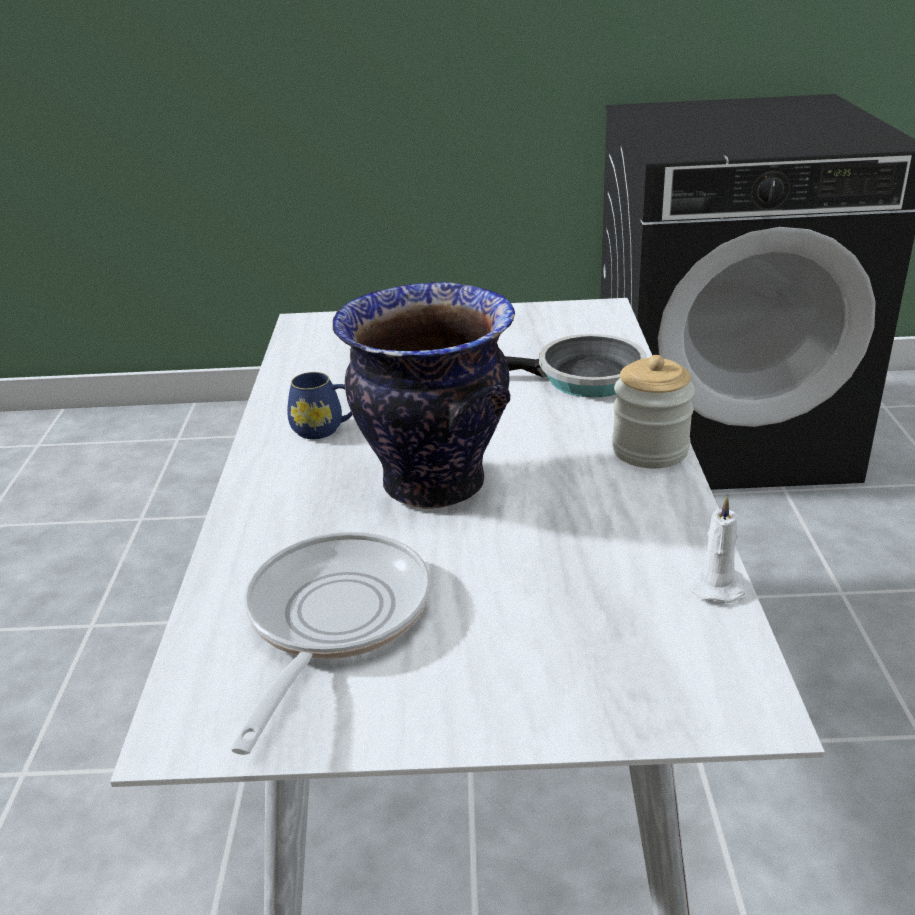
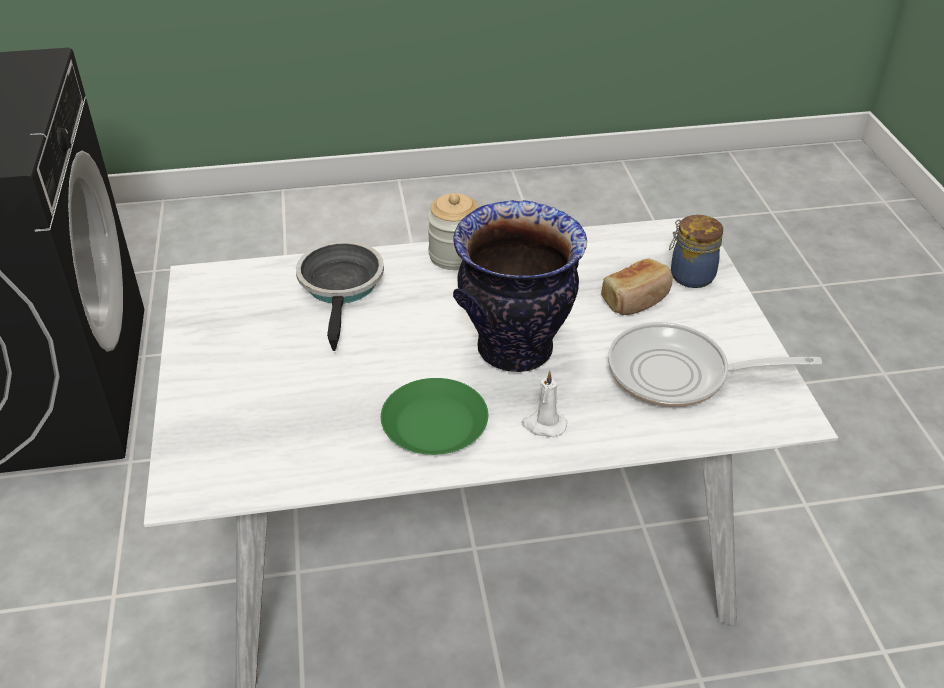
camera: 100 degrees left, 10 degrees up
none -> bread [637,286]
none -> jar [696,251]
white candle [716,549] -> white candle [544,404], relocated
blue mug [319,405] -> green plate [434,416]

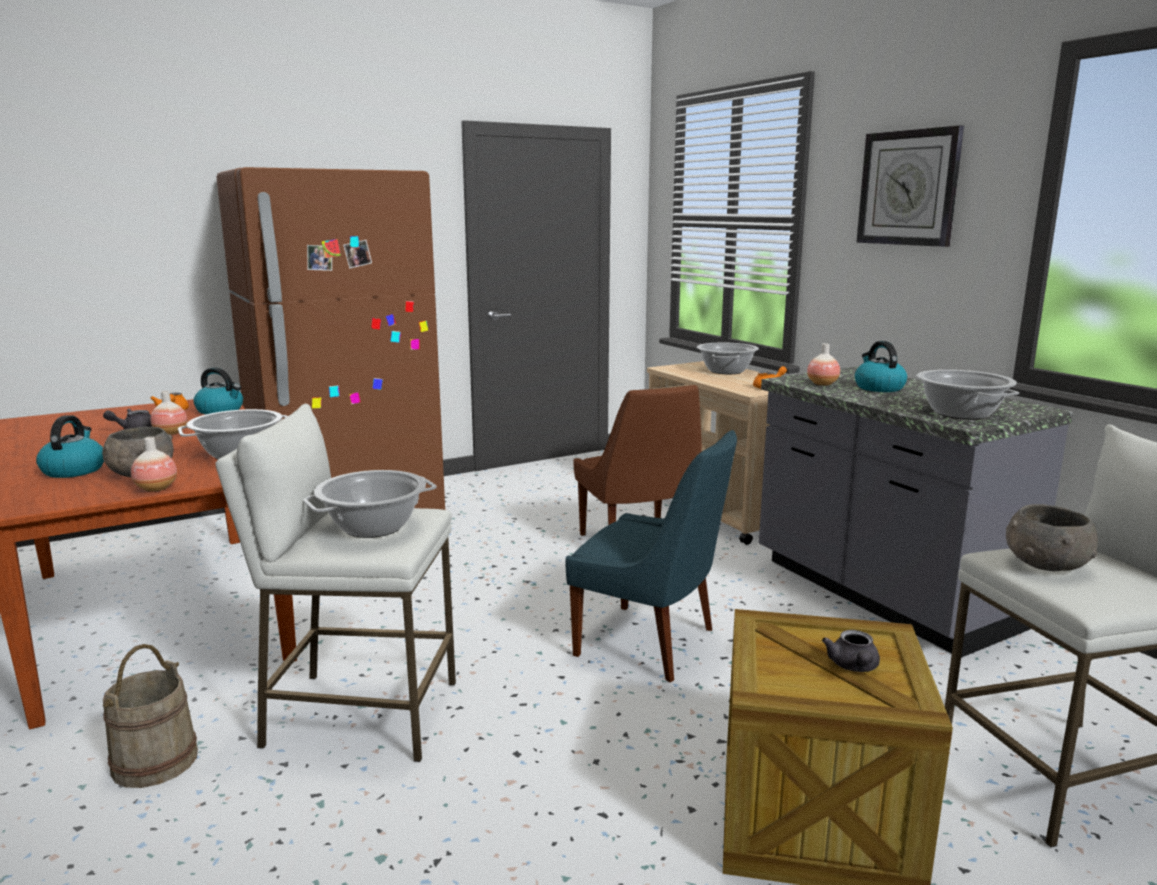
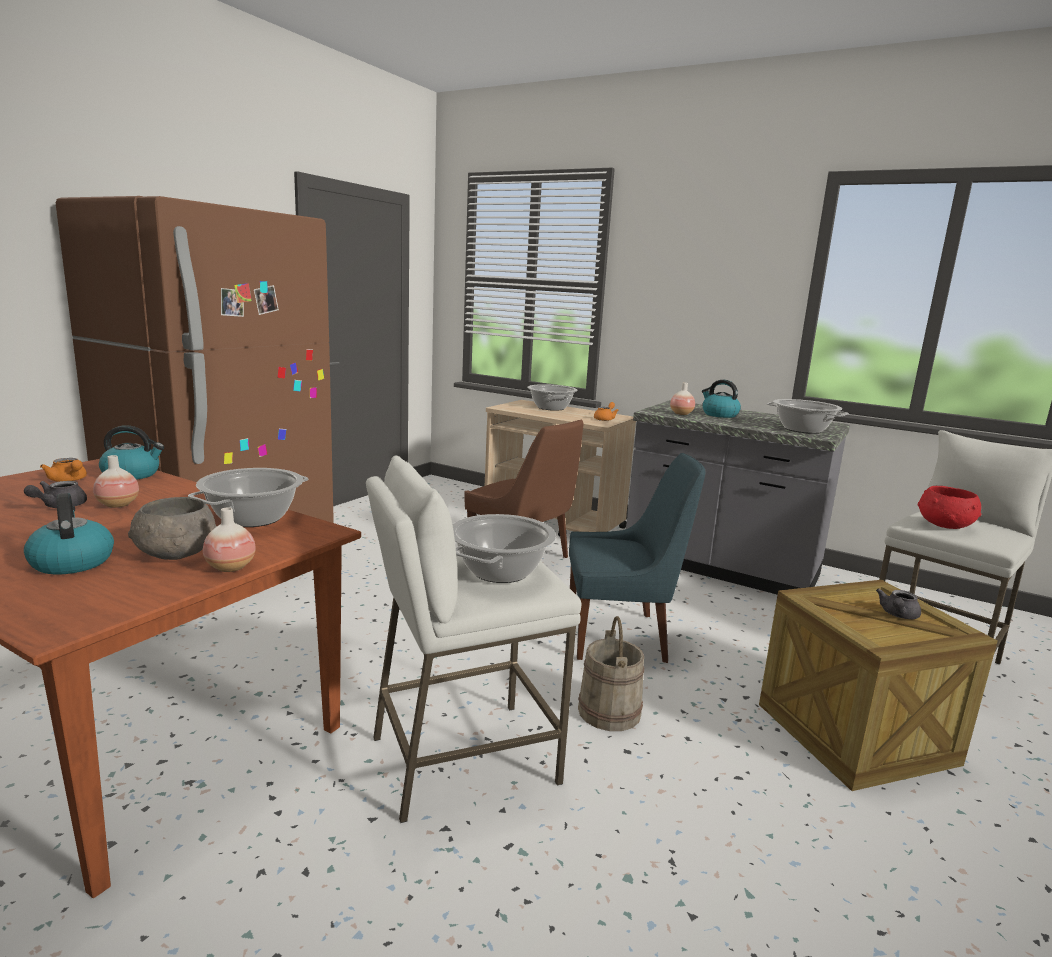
camera: 30 degrees left, 0 degrees up
wall clock [910,186] -> none
beige bucket [150,716] -> beige bucket [611,673], relocated
grey bowl [1052,537] -> red bowl [949,507]
grey teapot [851,651] -> grey teapot [898,603], 60 degrees clockwise

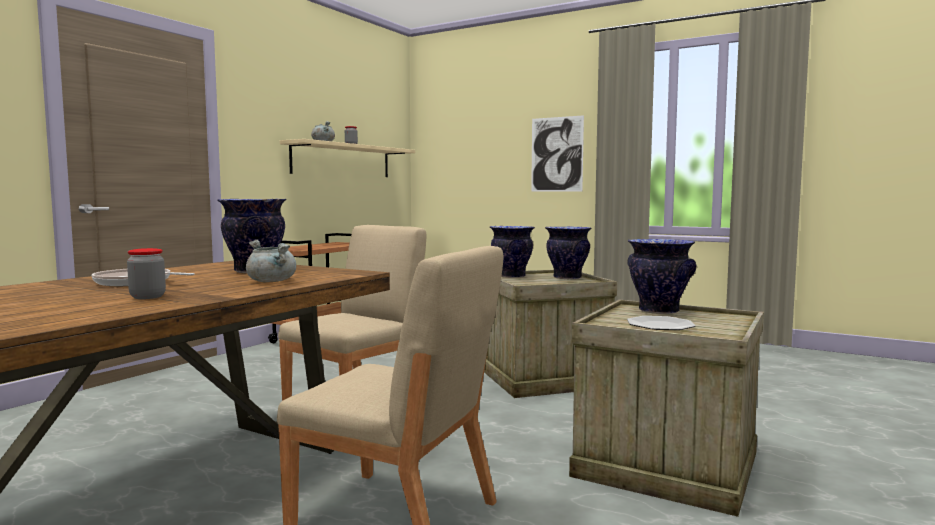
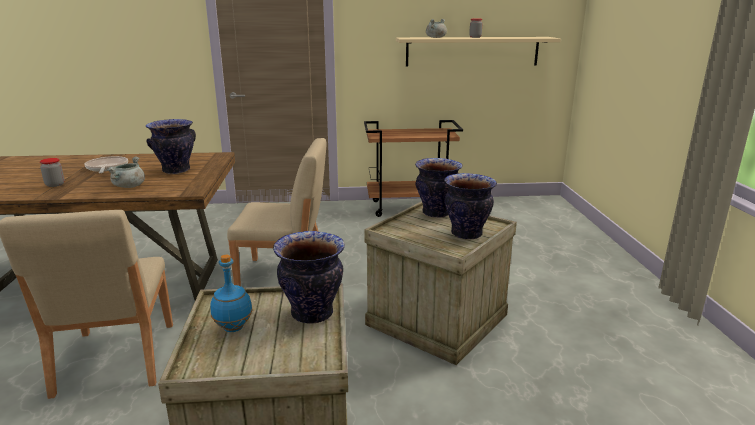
camera: 55 degrees right, 15 degrees up
picture [557,153] -> none
plate [661,323] -> blue bottle [231,293]

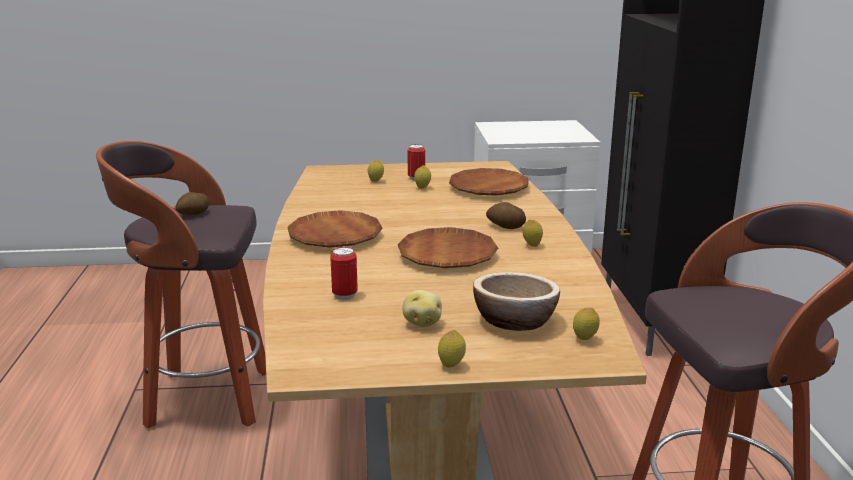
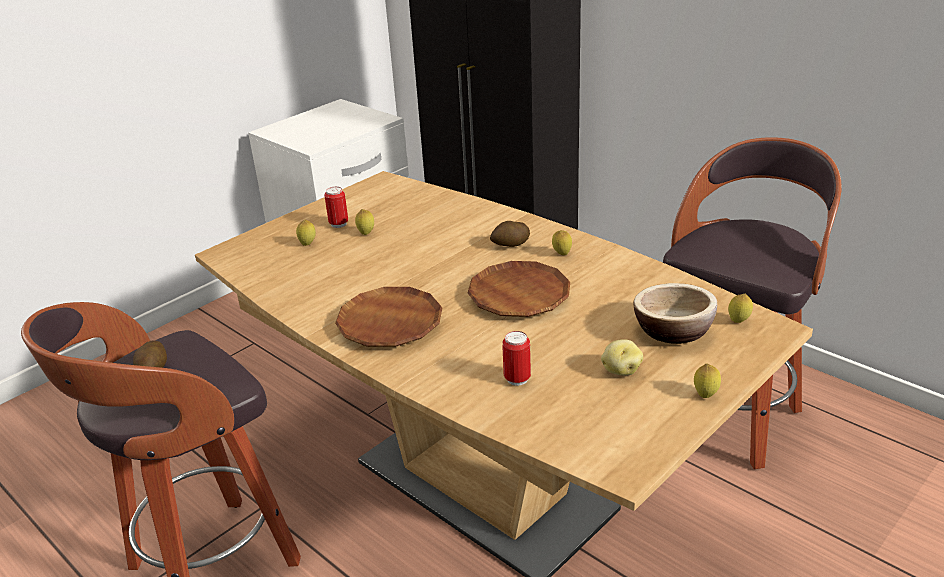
camera: 40 degrees left, 10 degrees up
brown plate [488,182] -> none

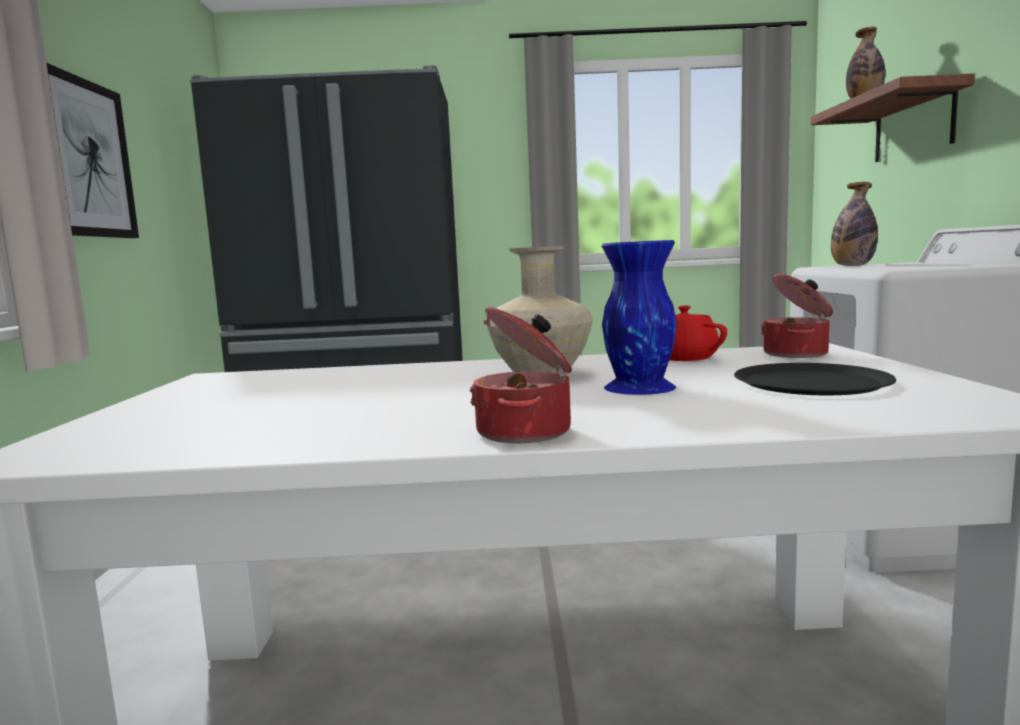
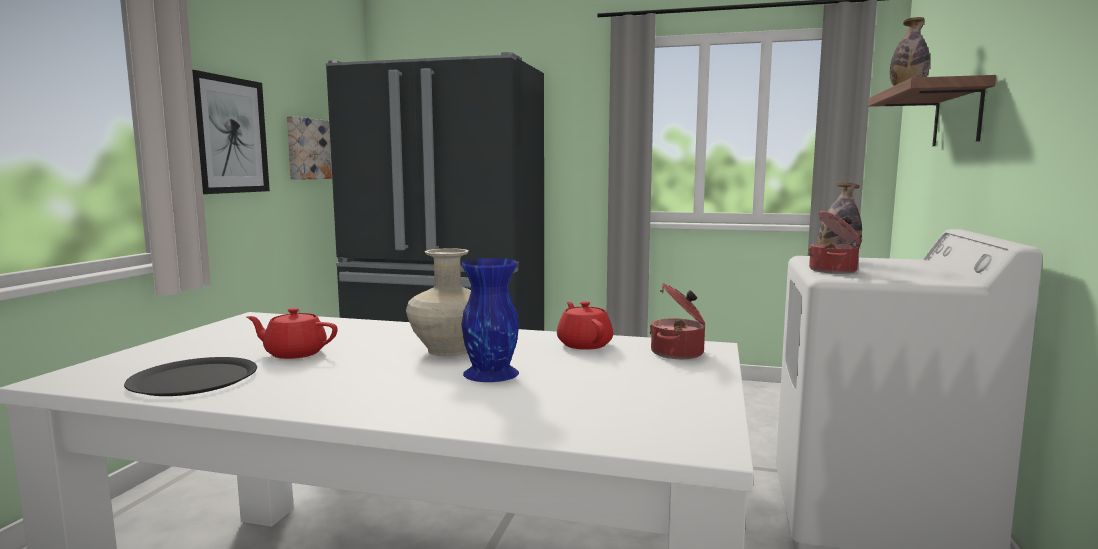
camera: 15 degrees right, 0 degrees up
none -> red teapot [292,333]
none -> picture [309,148]
cooking pot [521,374] -> cooking pot [835,242], relocated
black plate [815,379] -> black plate [190,376], relocated

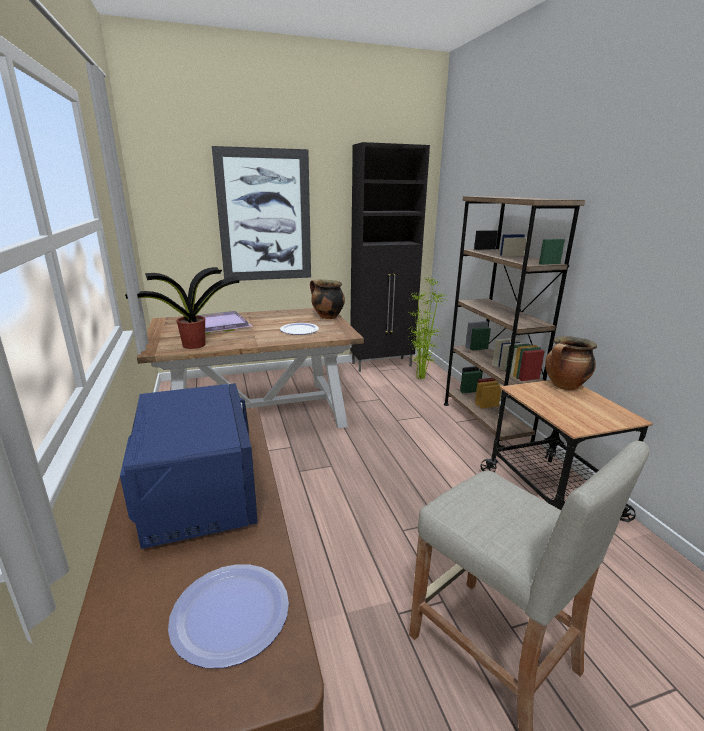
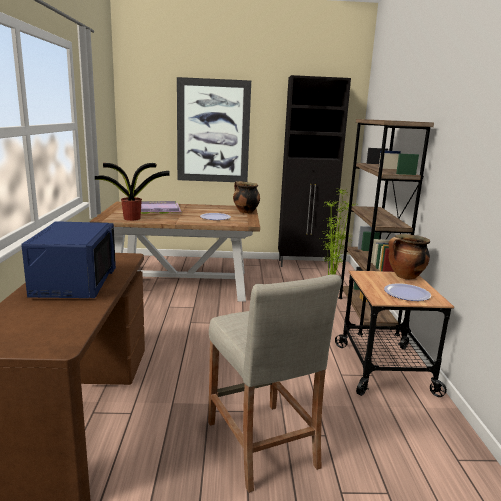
camera: 15 degrees right, 5 degrees down
plate [228,616] -> plate [407,292], relocated

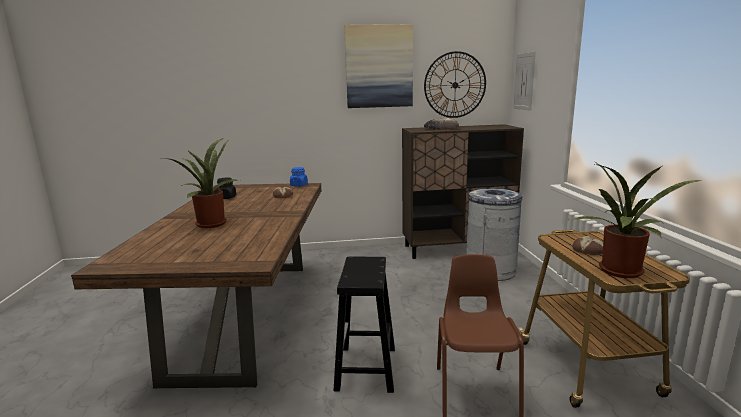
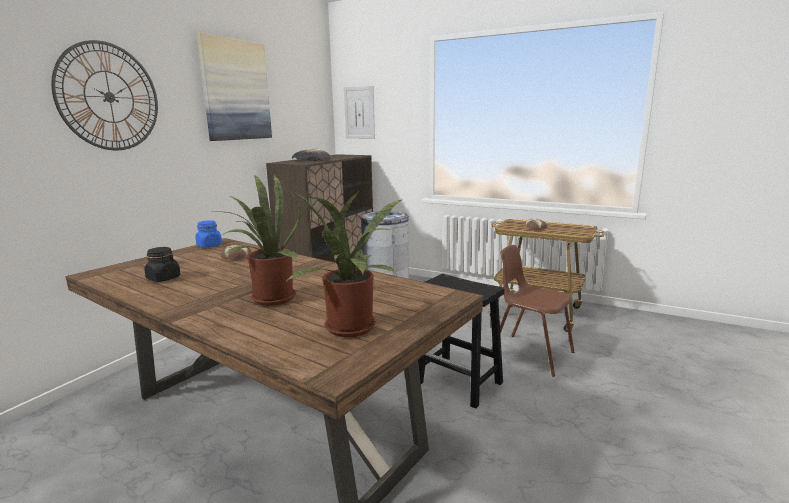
camera: 55 degrees left, 0 degrees up
wall clock [455,84] -> wall clock [104,95], relocated
potted plant [637,219] -> potted plant [345,263], relocated

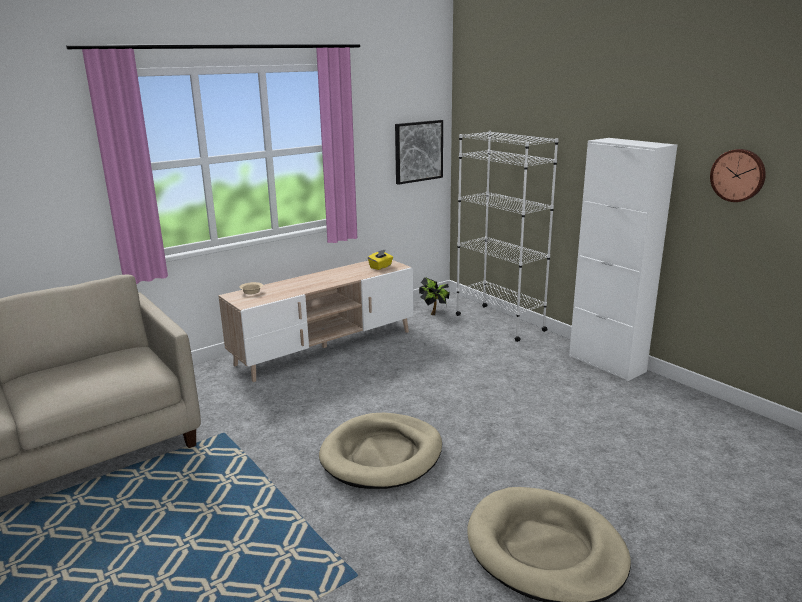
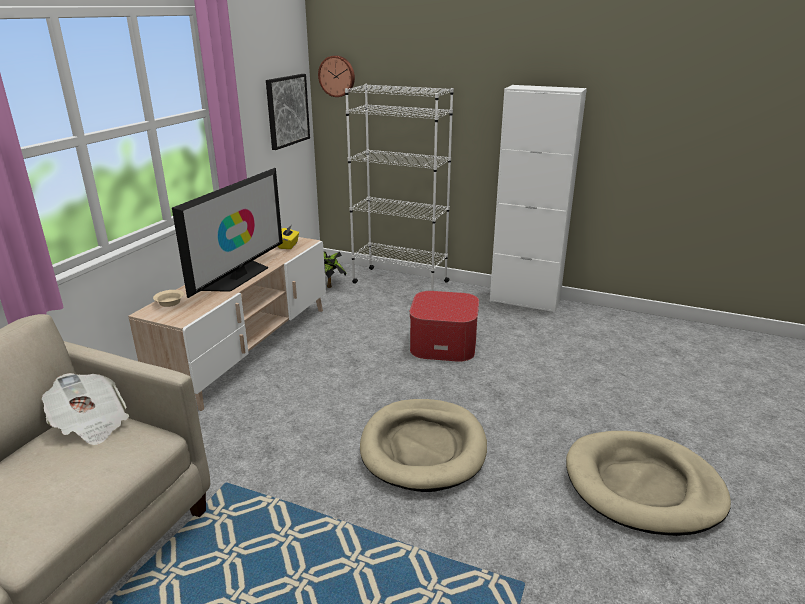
camera: 30 degrees left, 5 degrees up
none -> newspaper [85,409]
none -> television [227,233]
none -> ottoman [444,326]
wall clock [738,175] -> wall clock [336,76], relocated

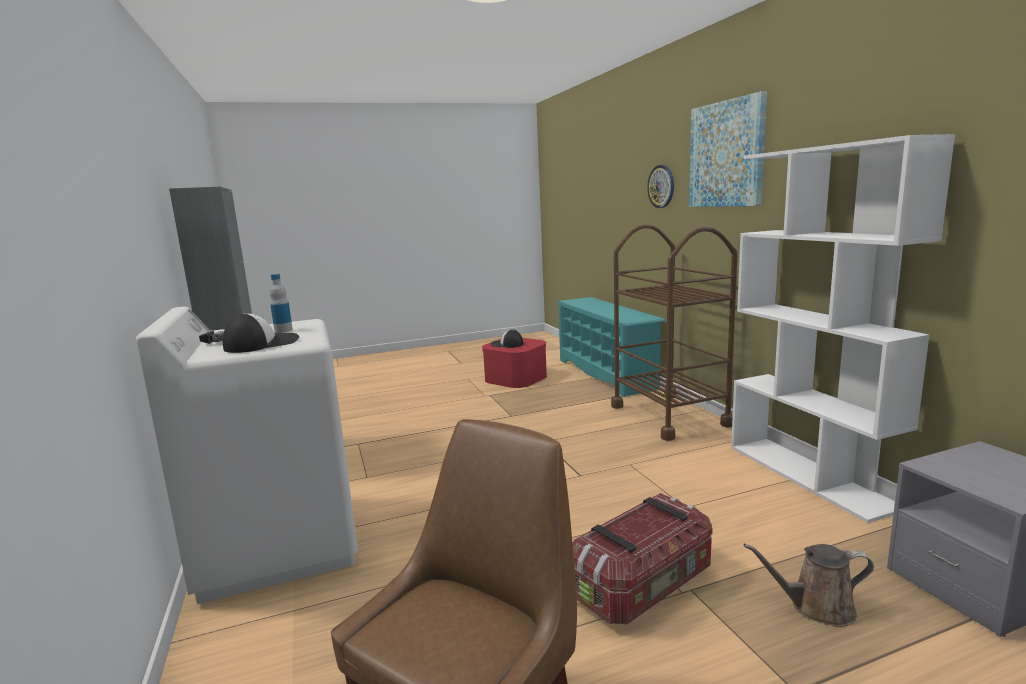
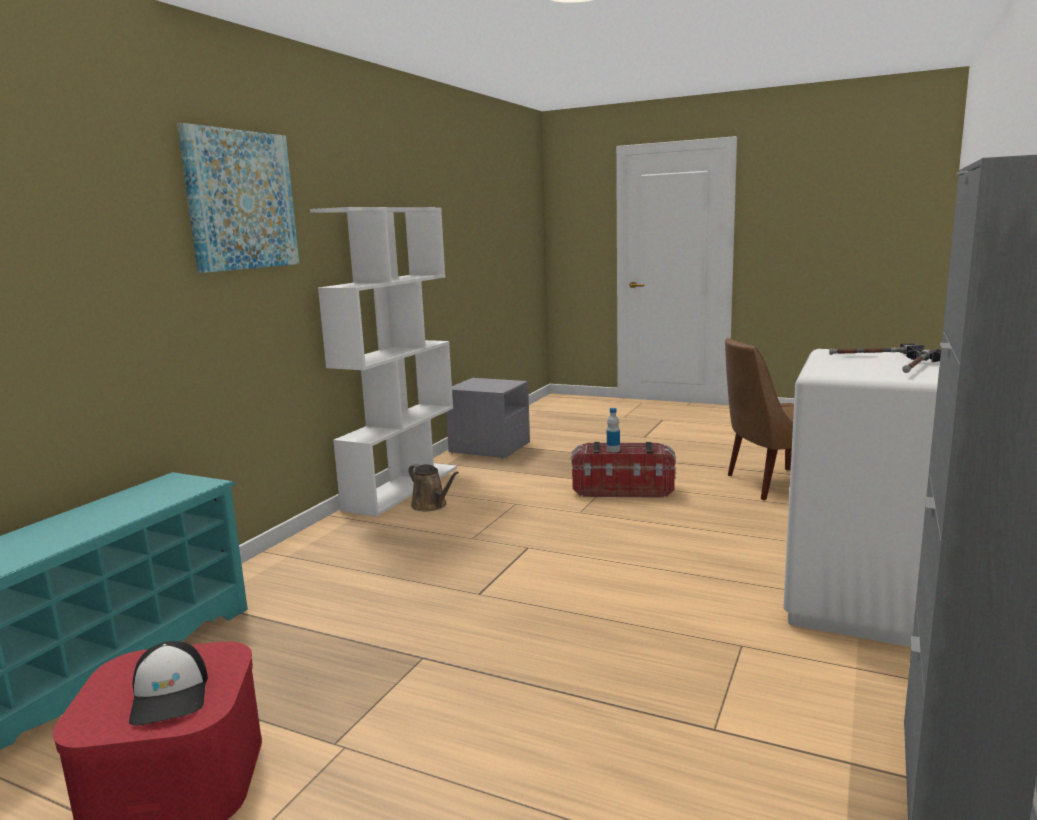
camera: 135 degrees left, 0 degrees up
brown cart [674,332] -> none
wall clock [660,186] -> none
bottle [281,303] -> bottle [613,430], relocated
brown watering can [809,585] -> brown watering can [434,487], relocated
cap [261,333] -> hammer [876,349]

